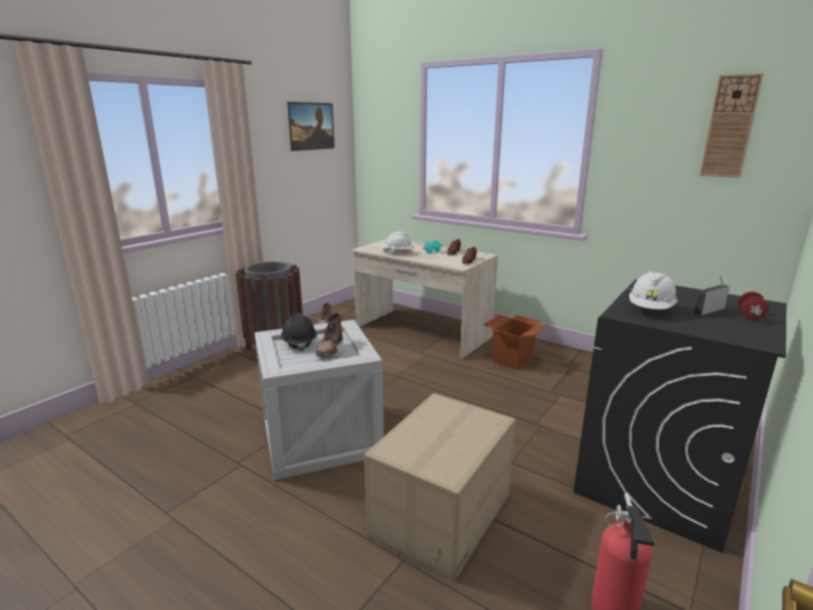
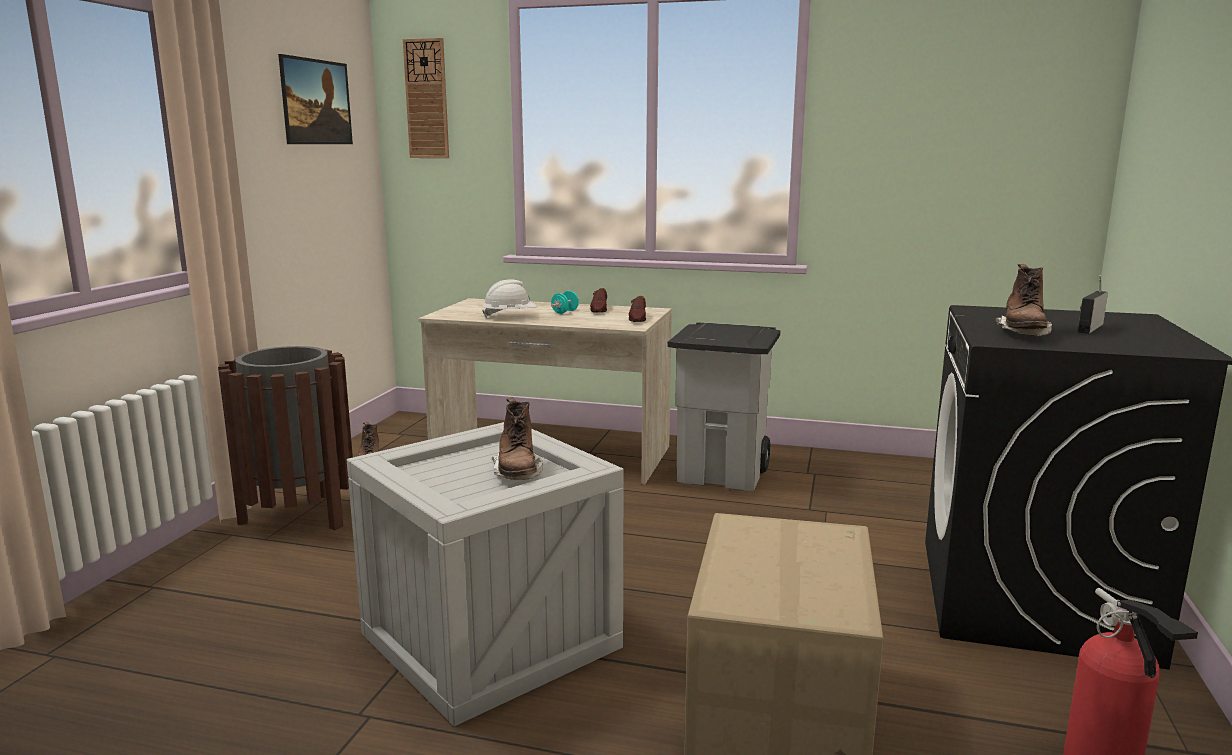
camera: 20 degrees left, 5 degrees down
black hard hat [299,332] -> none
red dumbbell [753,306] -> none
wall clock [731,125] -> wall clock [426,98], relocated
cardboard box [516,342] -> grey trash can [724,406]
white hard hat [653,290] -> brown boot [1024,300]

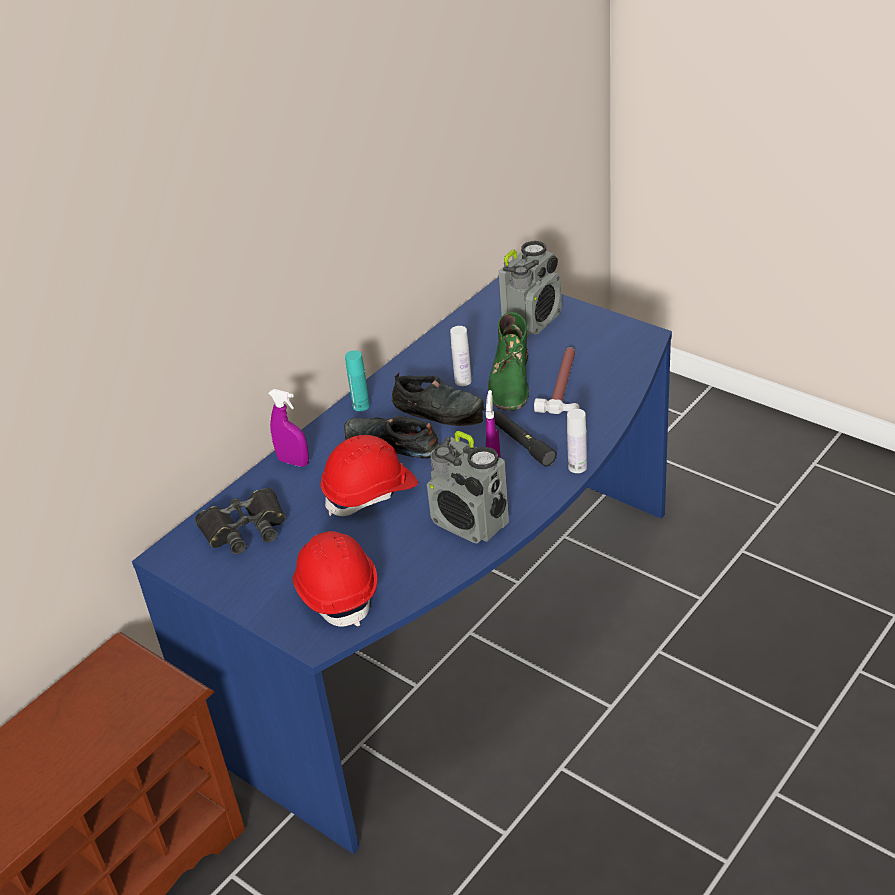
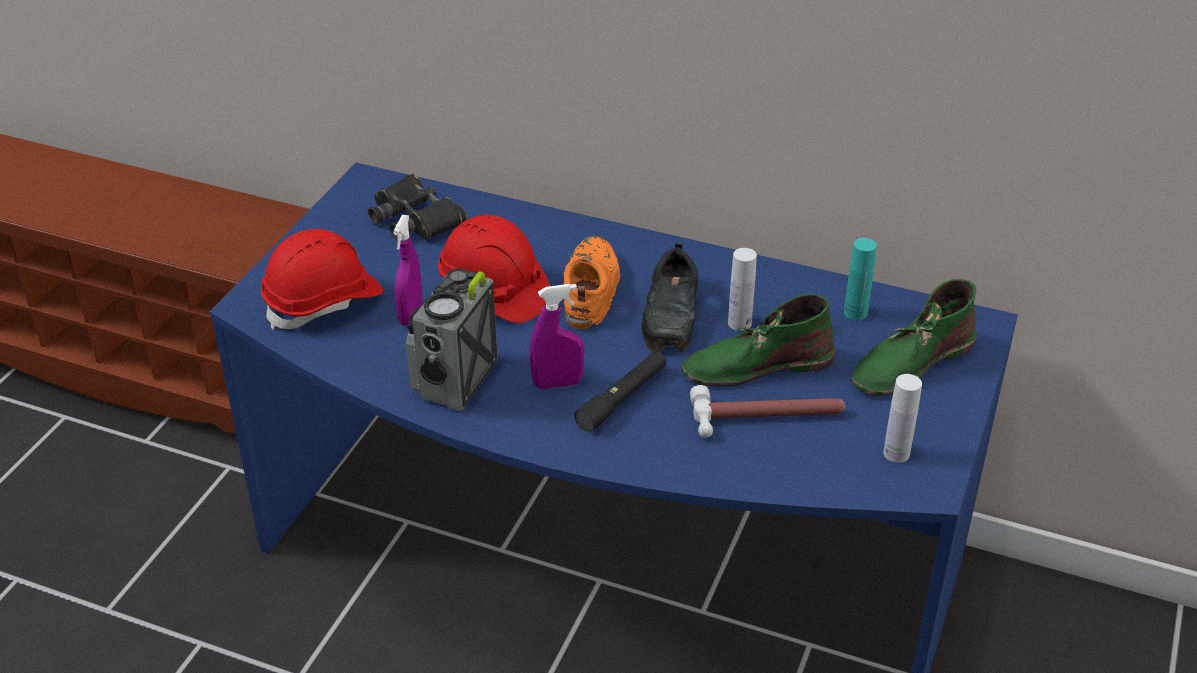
camera: 70 degrees right, 0 degrees up
purple spray bottle [288,428] -> purple spray bottle [407,270], relocated
turquoise bottle [357,380] -> turquoise bottle [860,279], relocated
white bottle [577,441] -> white bottle [902,418], relocated
radio [530,288] -> green boot [914,337]
black shoe [392,437] -> orange shoe [591,282]

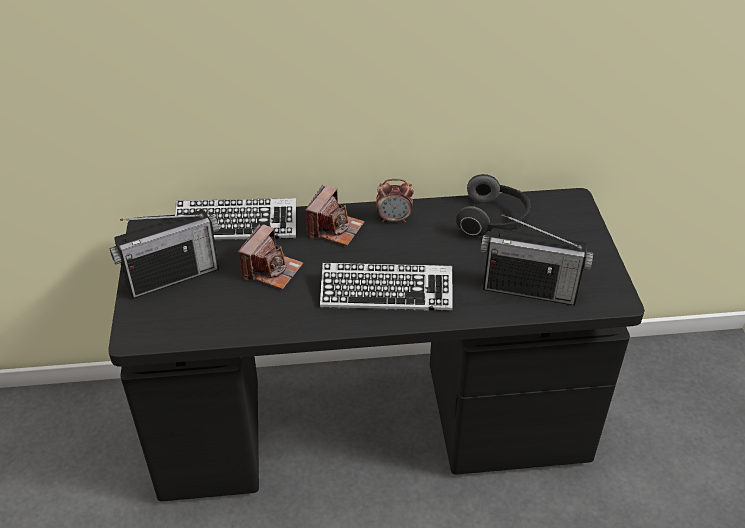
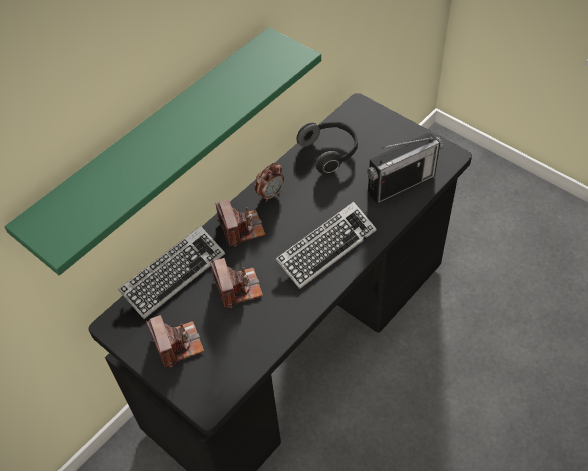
camera: 40 degrees left, 10 degrees up
none -> green shelf [162,151]
radio [164,254] -> photo camera [175,341]

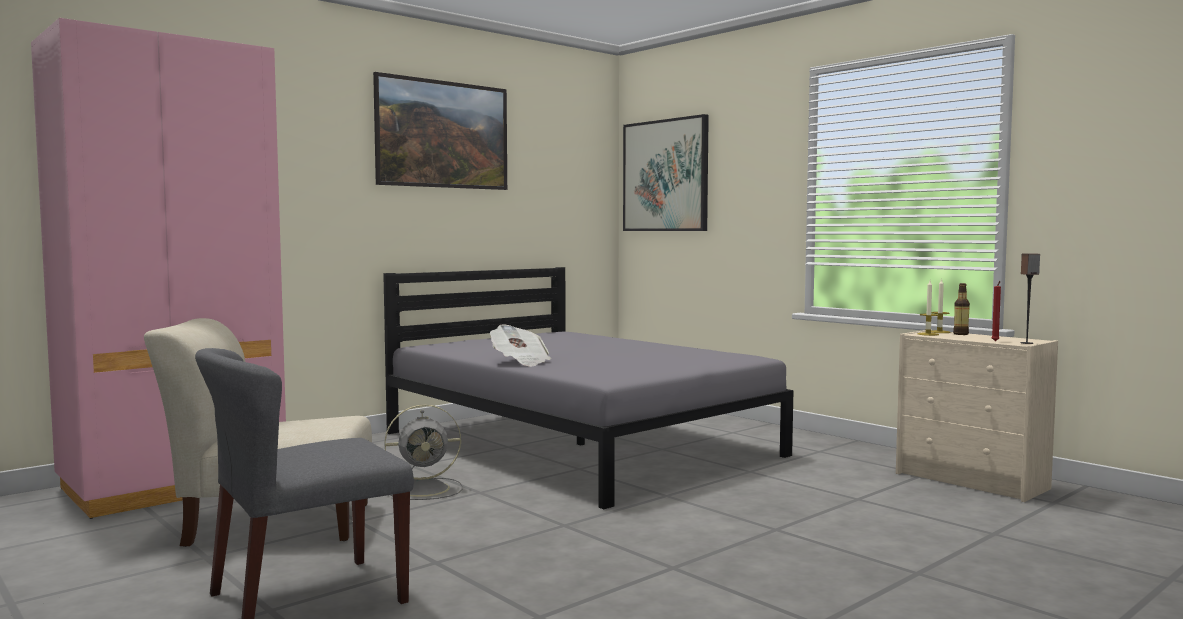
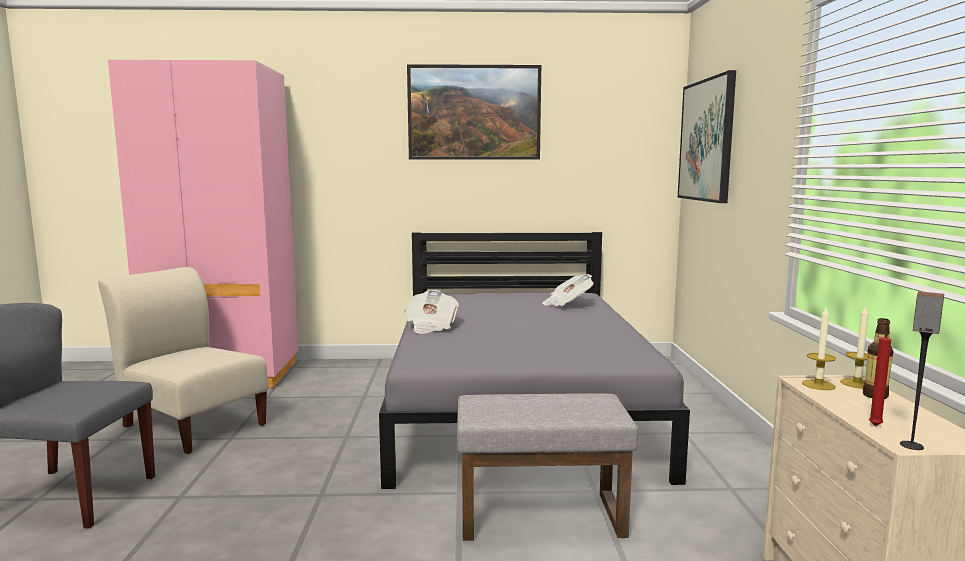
camera: 40 degrees right, 5 degrees up
grey fan [423,452] -> none
none -> grey ottoman [547,467]
none -> newspaper [568,290]

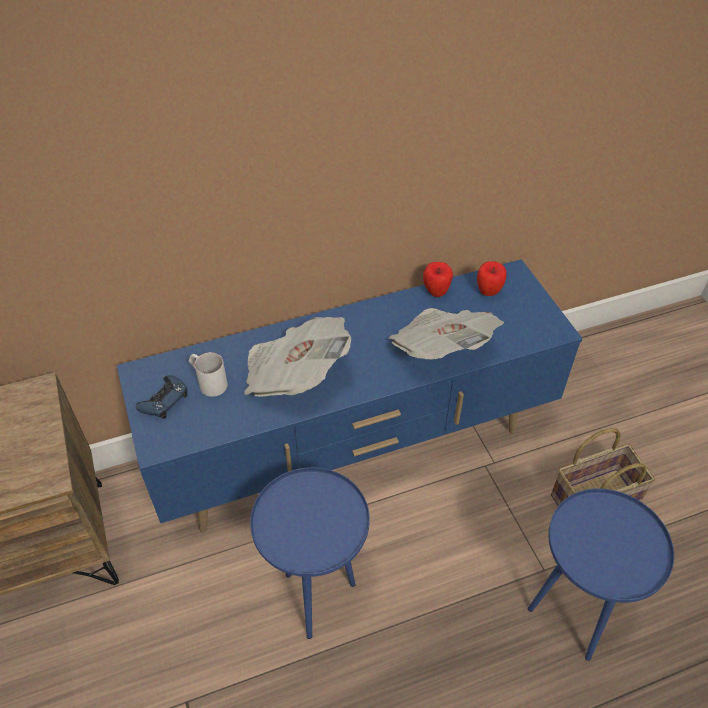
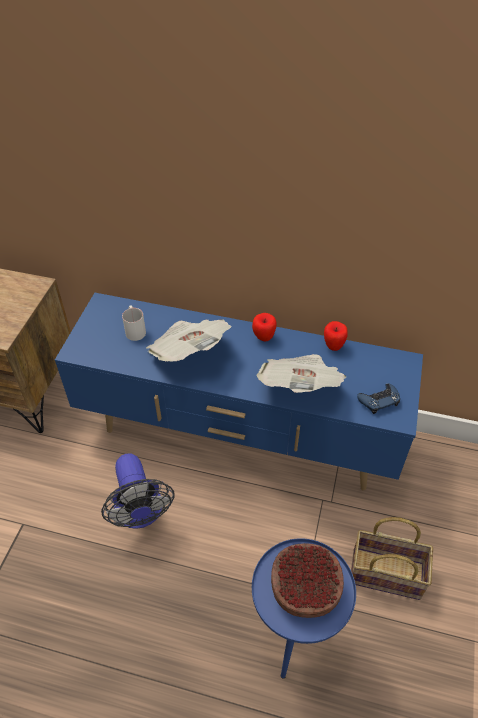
camera: 35 degrees right, 0 degrees up
none -> bowl [307,580]
blue game controller [161,397] -> blue game controller [378,398], relocated
apple [492,278] -> apple [264,327], relocated
blue side table [310,553] -> fan [138,491]

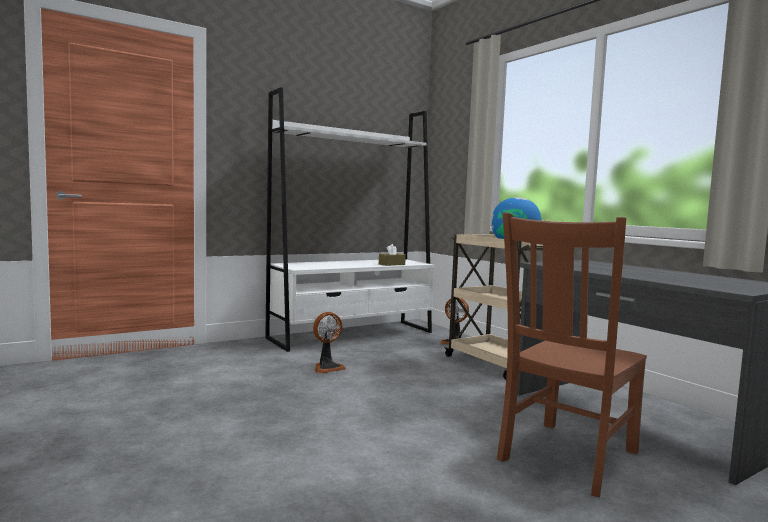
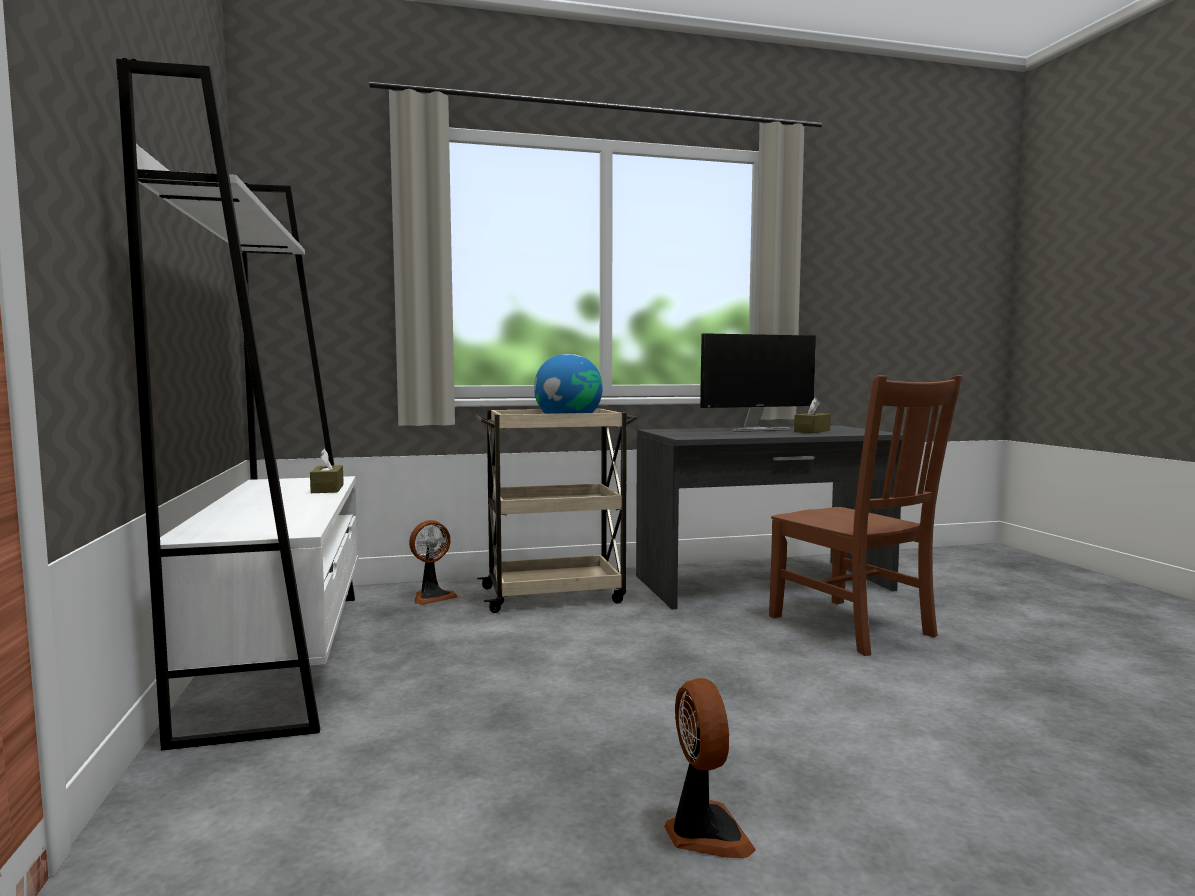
camera: 70 degrees left, 0 degrees up
none -> monitor [758,382]
none -> brown tissue box [812,415]
fan [329,342] -> fan [710,768], relocated

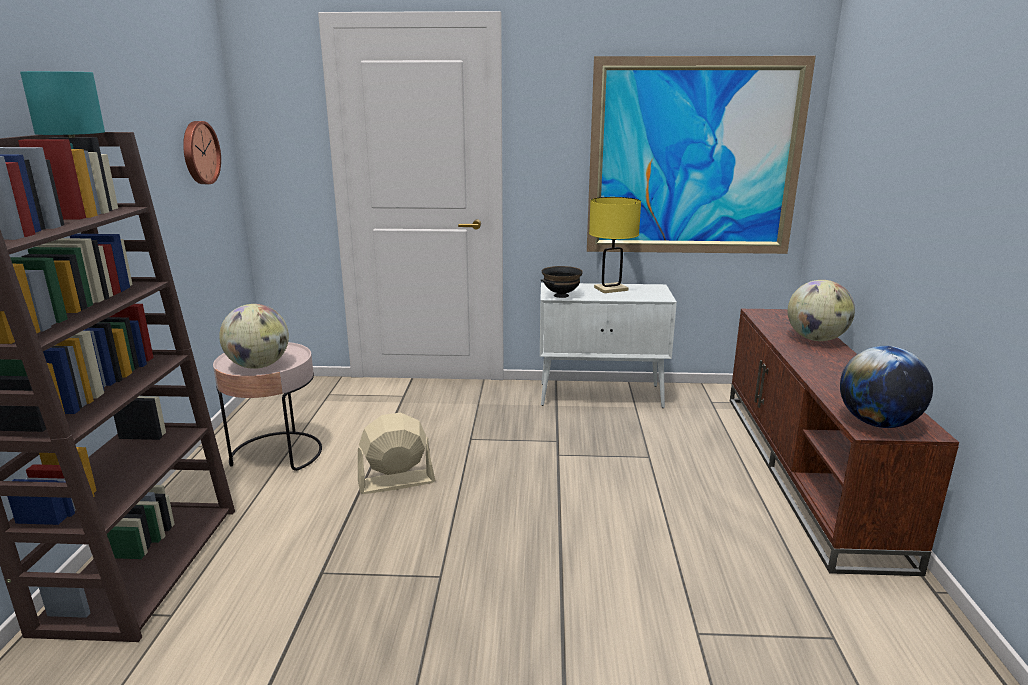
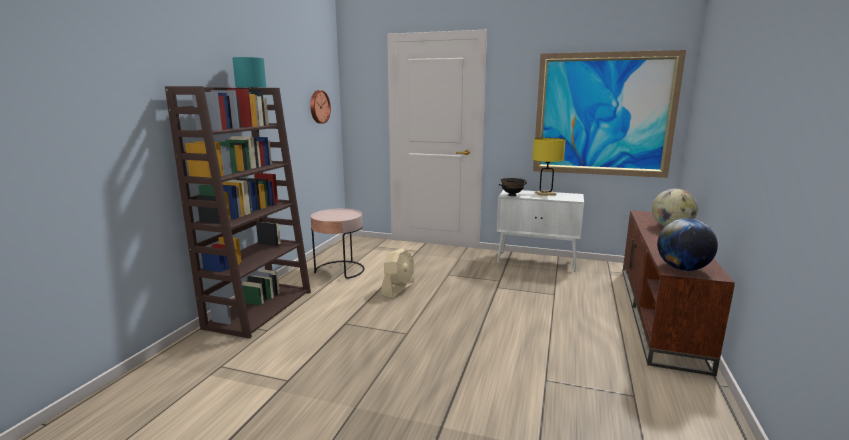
camera: 15 degrees right, 5 degrees down
globe [254,336] -> none
beige fan [396,453] -> beige fan [398,273], 120 degrees clockwise

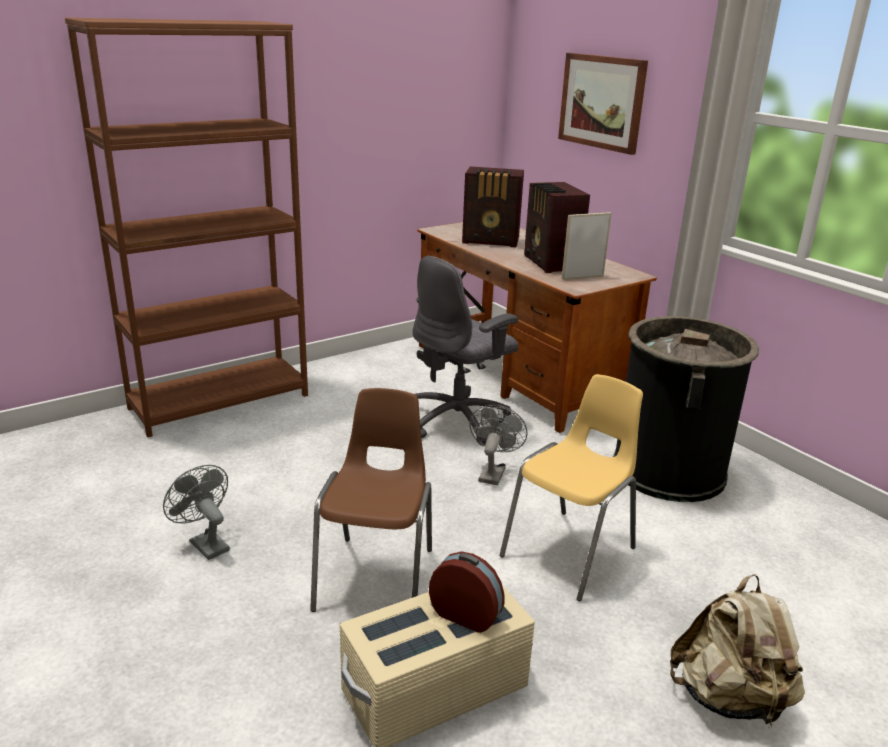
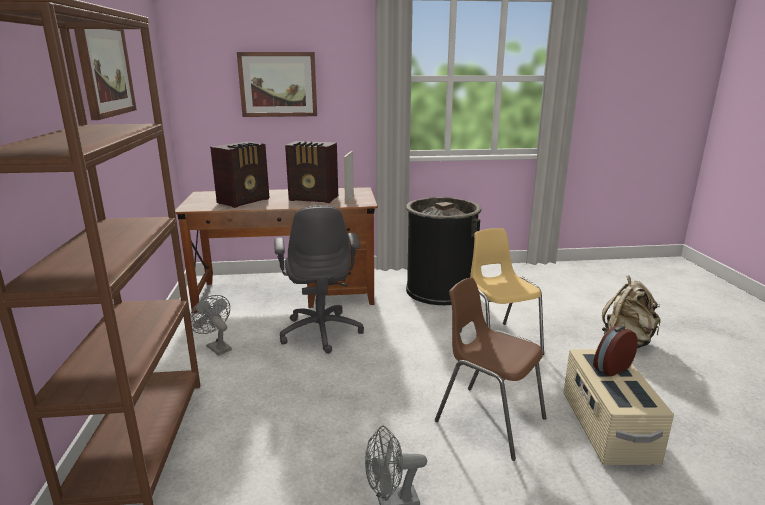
camera: 60 degrees left, 5 degrees down
none -> picture [105,74]
grey fan [498,445] -> grey fan [211,325], relocated

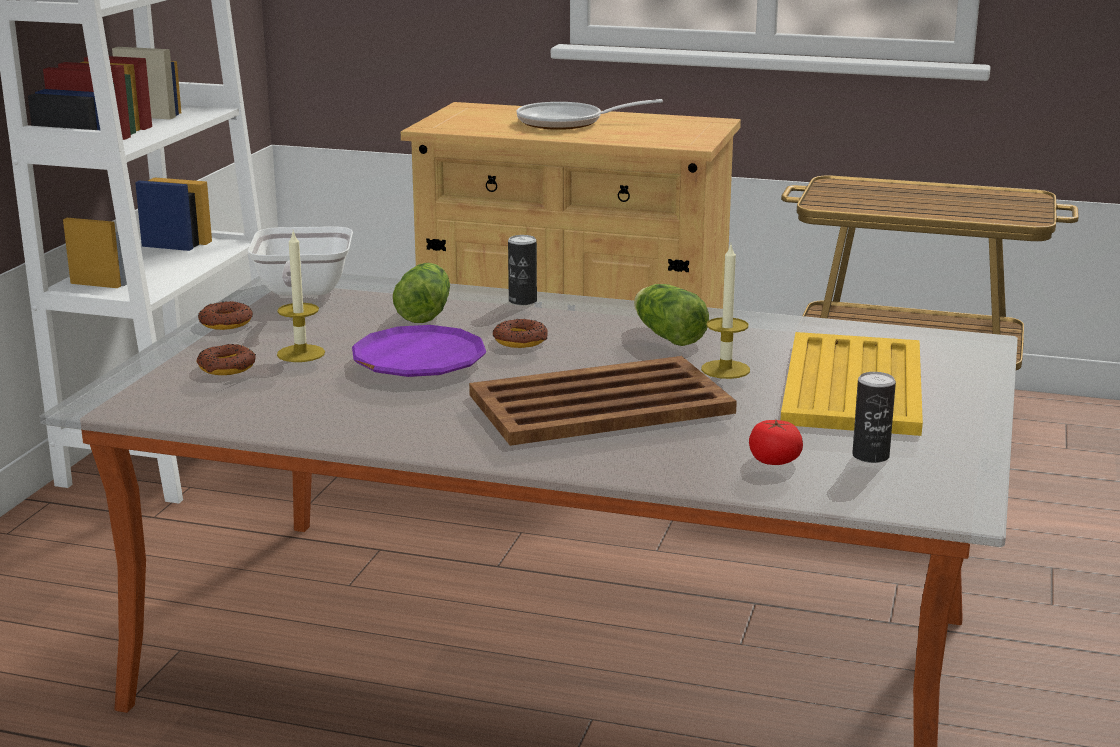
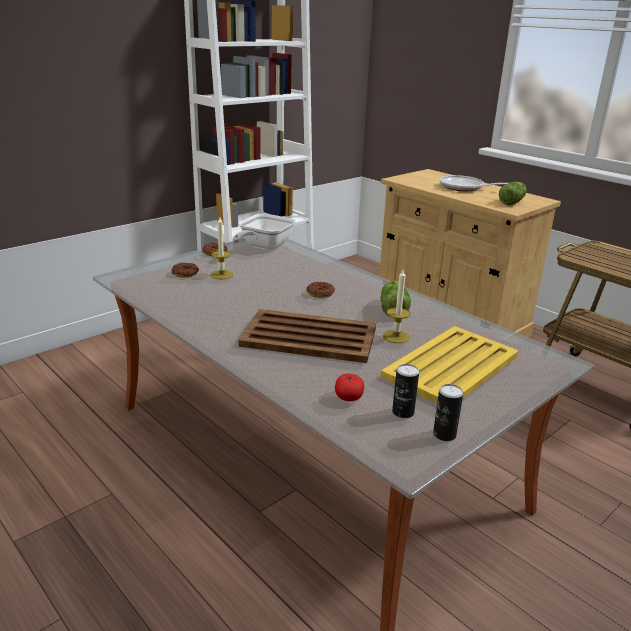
camera: 30 degrees right, 5 degrees up
purple plate [419,351] -> none
lettuce [421,293] -> lettuce [512,193], relocated
can [522,270] -> can [448,412], relocated

